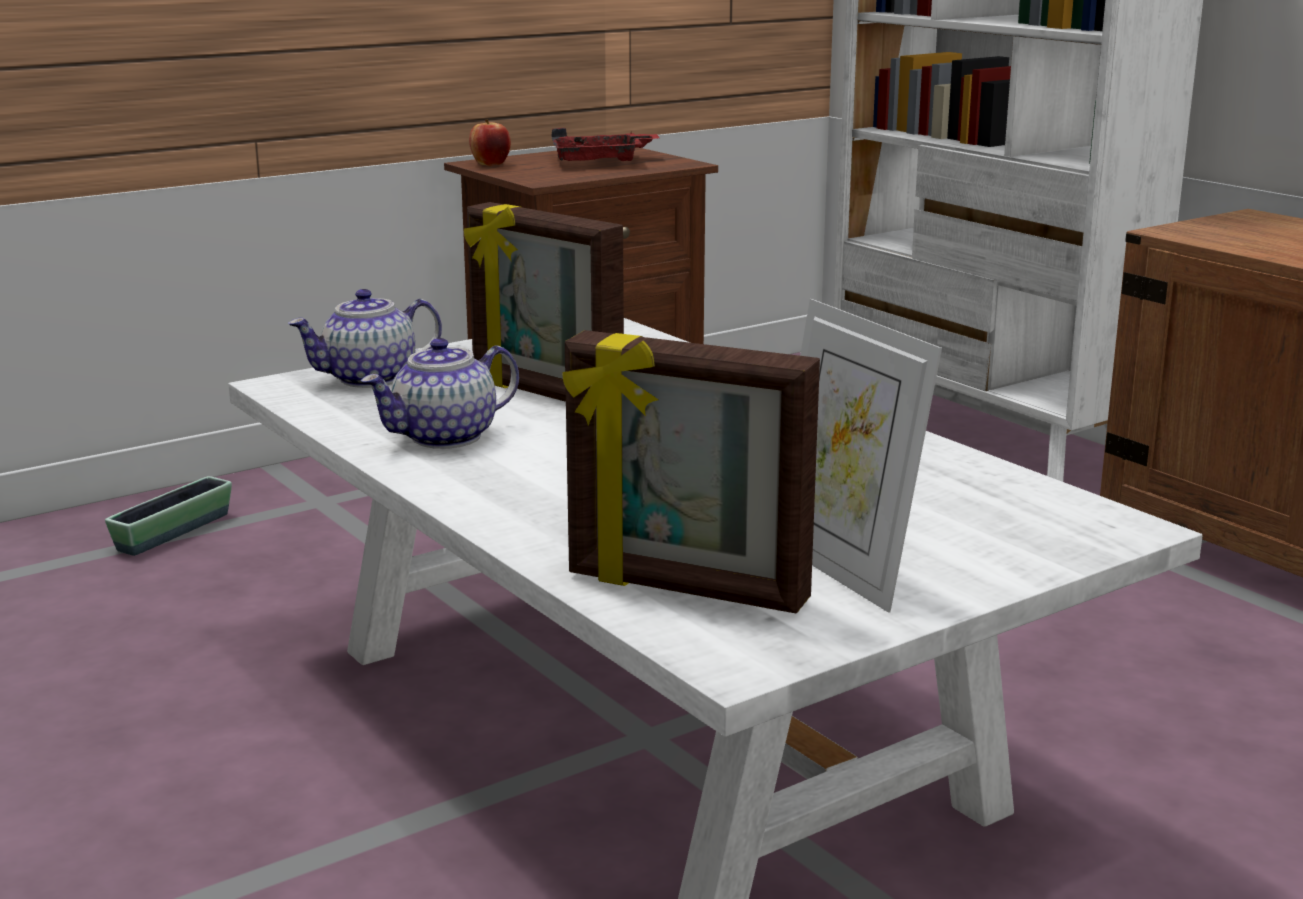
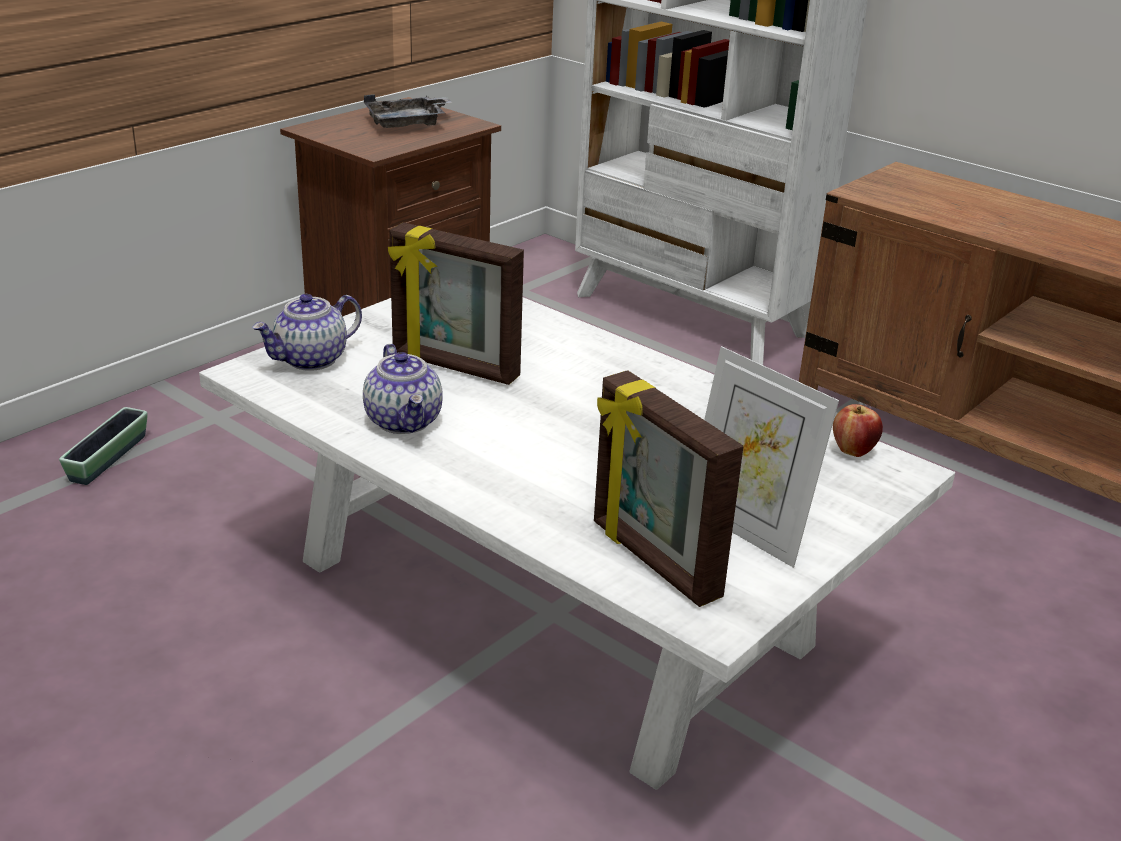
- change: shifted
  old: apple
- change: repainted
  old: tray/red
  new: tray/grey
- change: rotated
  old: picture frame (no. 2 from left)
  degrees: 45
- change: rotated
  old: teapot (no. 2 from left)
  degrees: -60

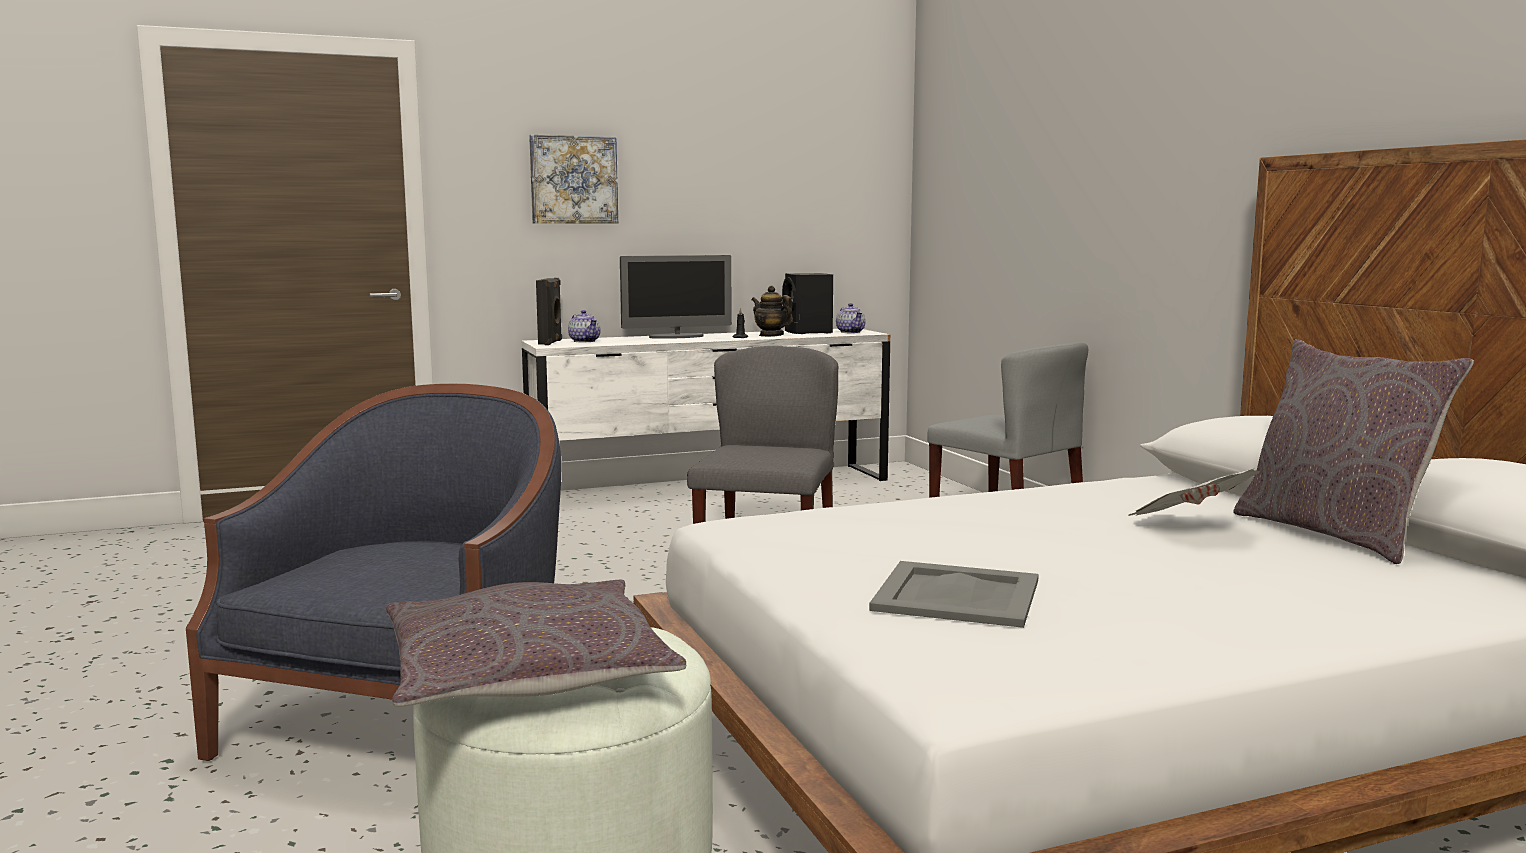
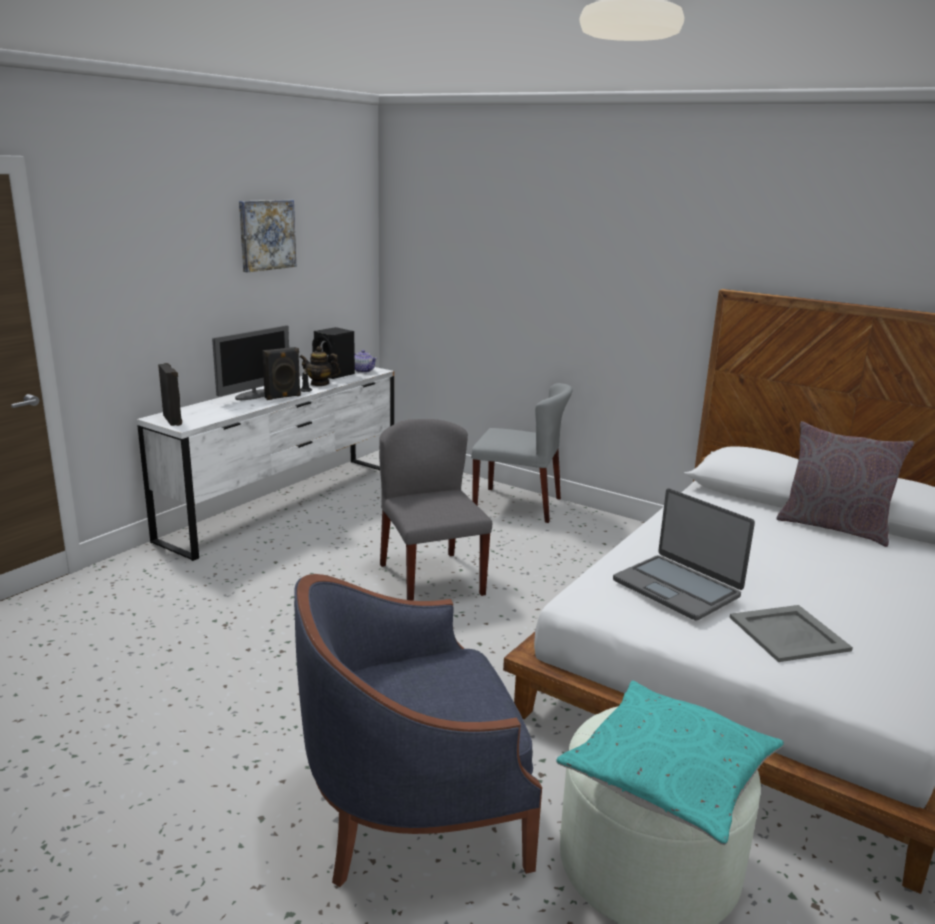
- change: shifted
  old: picture
- change: gone
  old: teapot (no. 1 from left)
- change: rotated
  old: armchair/blue
  degrees: -90
- change: gone
  old: newspaper
- change: repainted
  old: pillow/grey (no. 1 from left)
  new: pillow/turquoise
- change: new
  new: speaker/black (no. 2 from left)
- change: new
  new: laptop

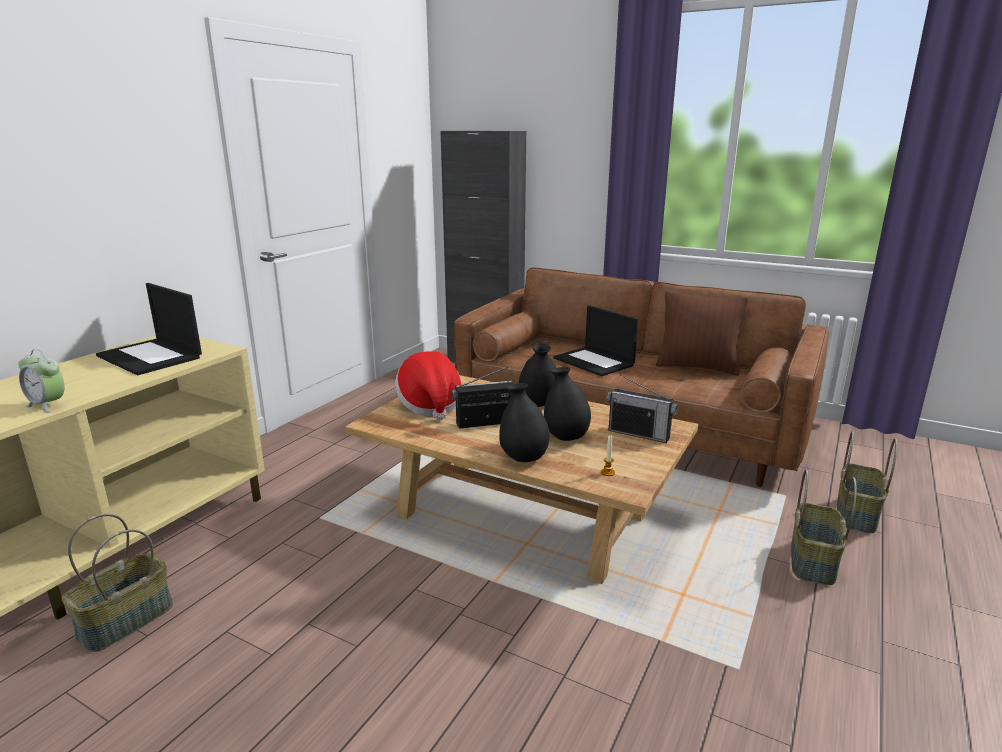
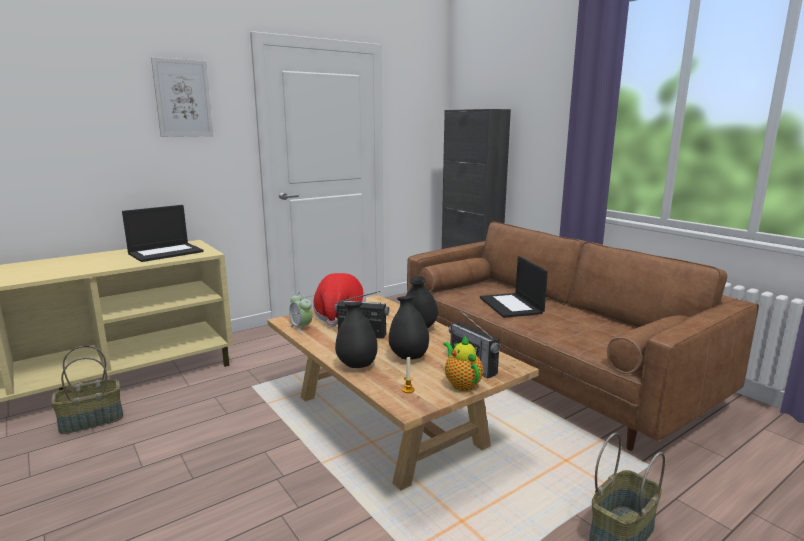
- change: rotated
  old: laptop (no. 1 from left)
  degrees: -105
- change: gone
  old: pillow/brown
- change: shifted
  old: alarm clock
- change: gone
  old: basket (no. 3 from left)
- change: new
  new: picture
- change: new
  new: teapot

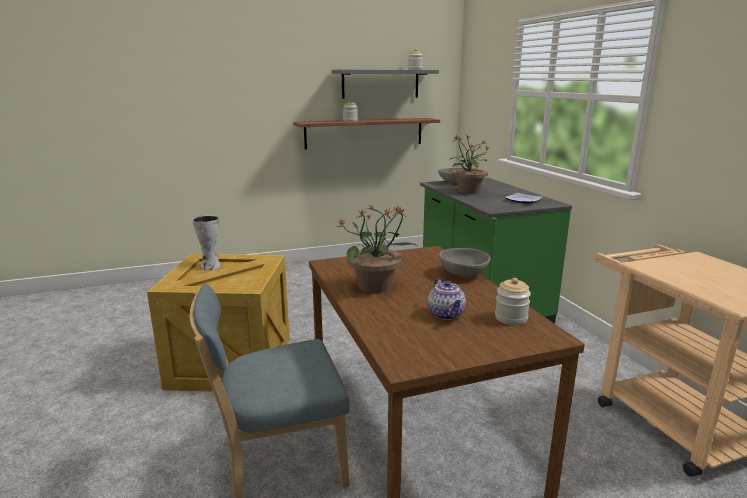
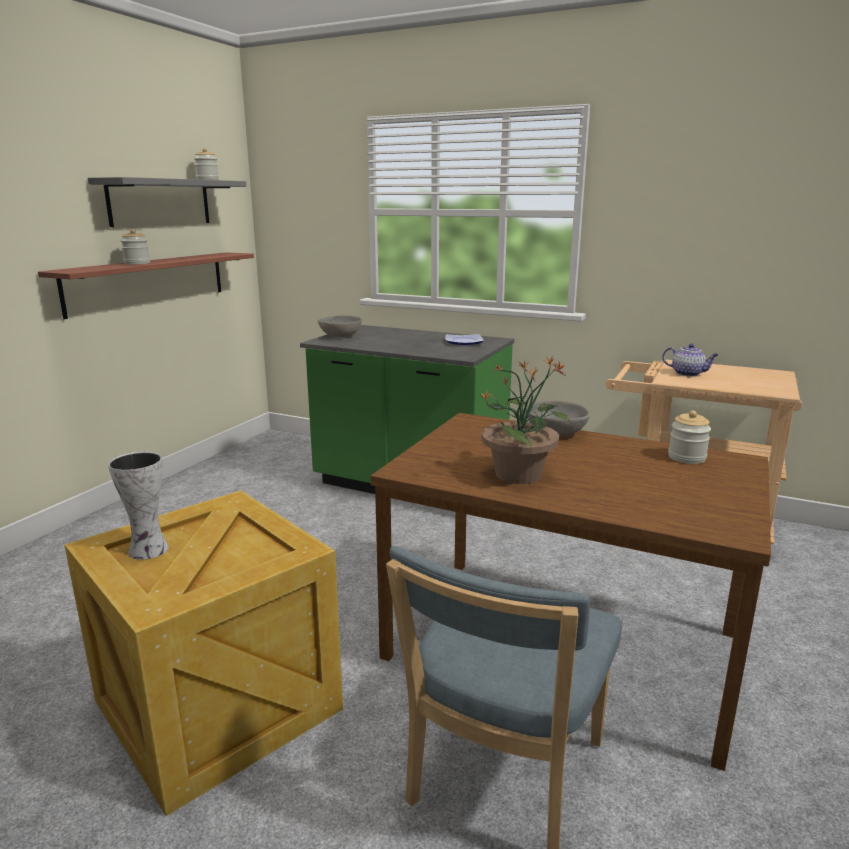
- change: gone
  old: potted plant (no. 2 from left)
- change: shifted
  old: teapot

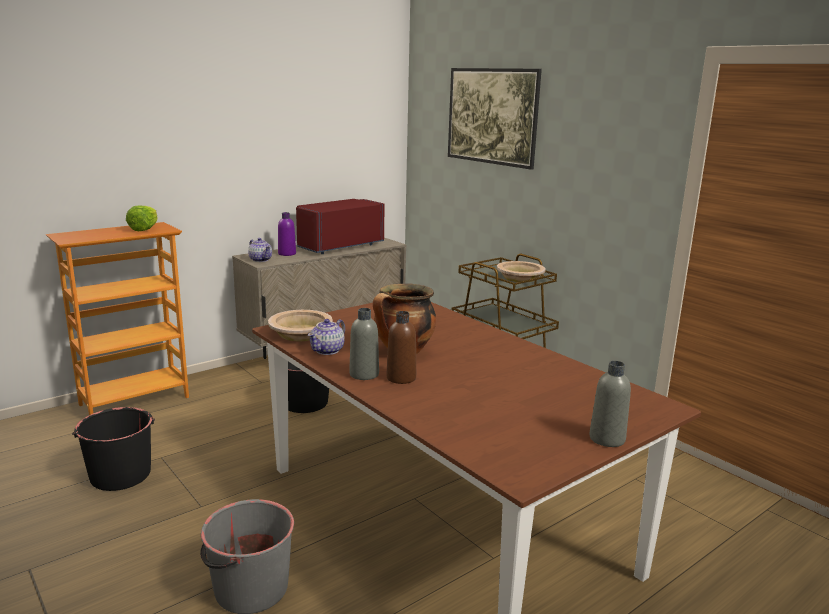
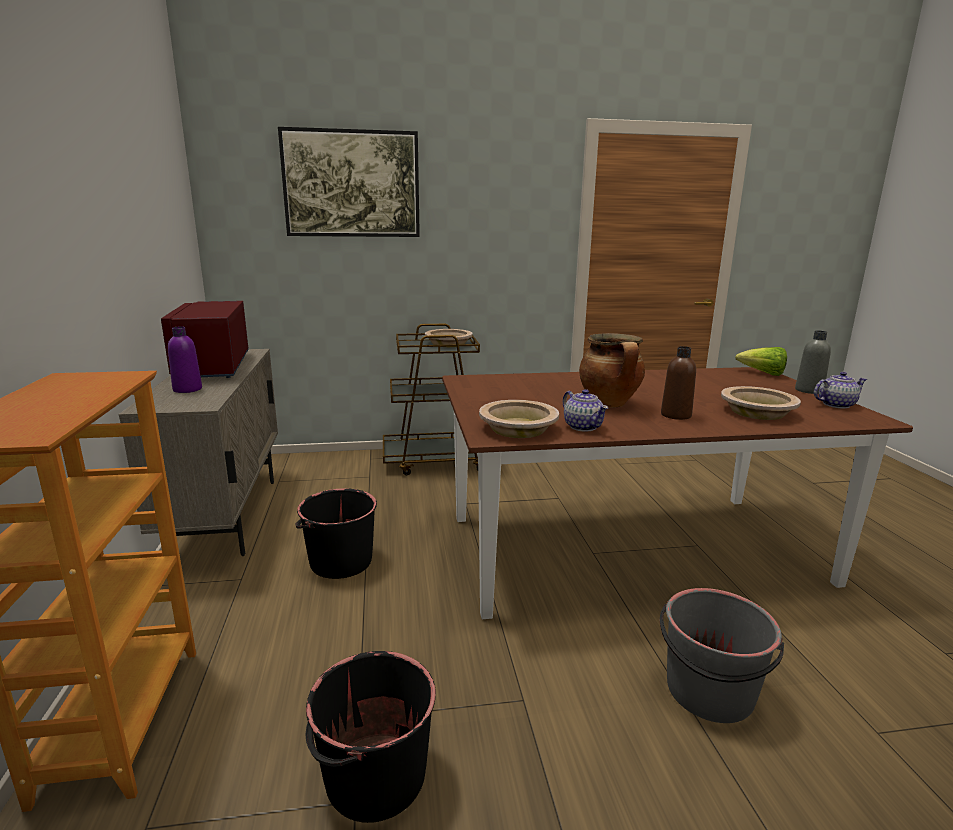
- change: shifted
  old: lettuce
- change: shifted
  old: teapot (no. 1 from left in the first image)
  new: teapot (no. 2 from left)
- change: gone
  old: bottle/grey (no. 1 from left)
- change: new
  new: bowl/beige (no. 3 from left)

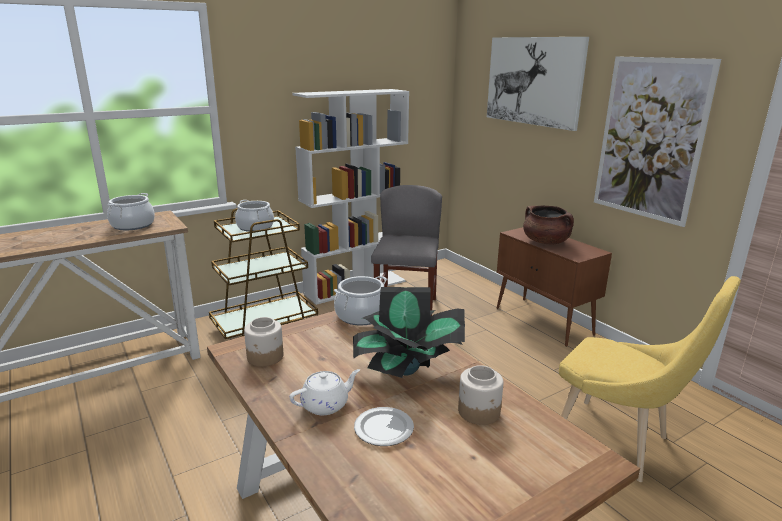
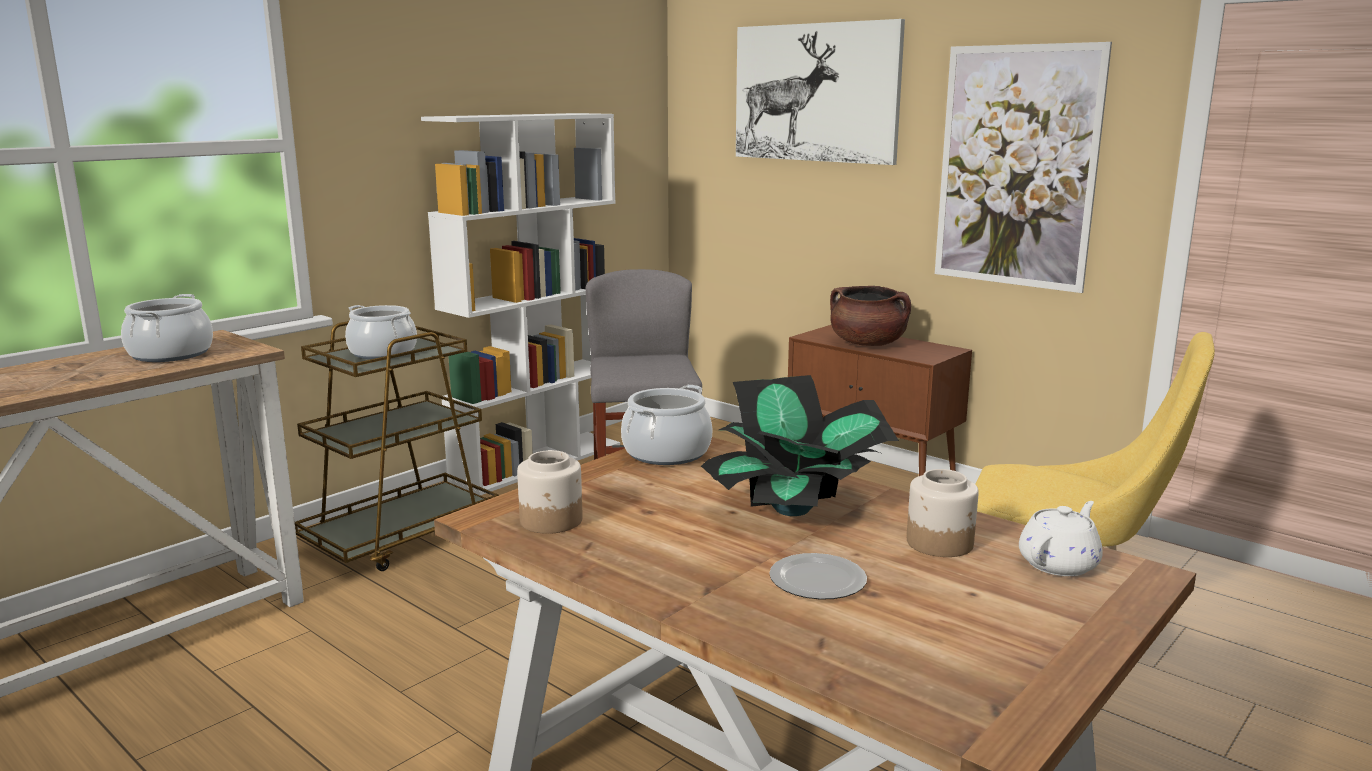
- change: shifted
  old: teapot/white

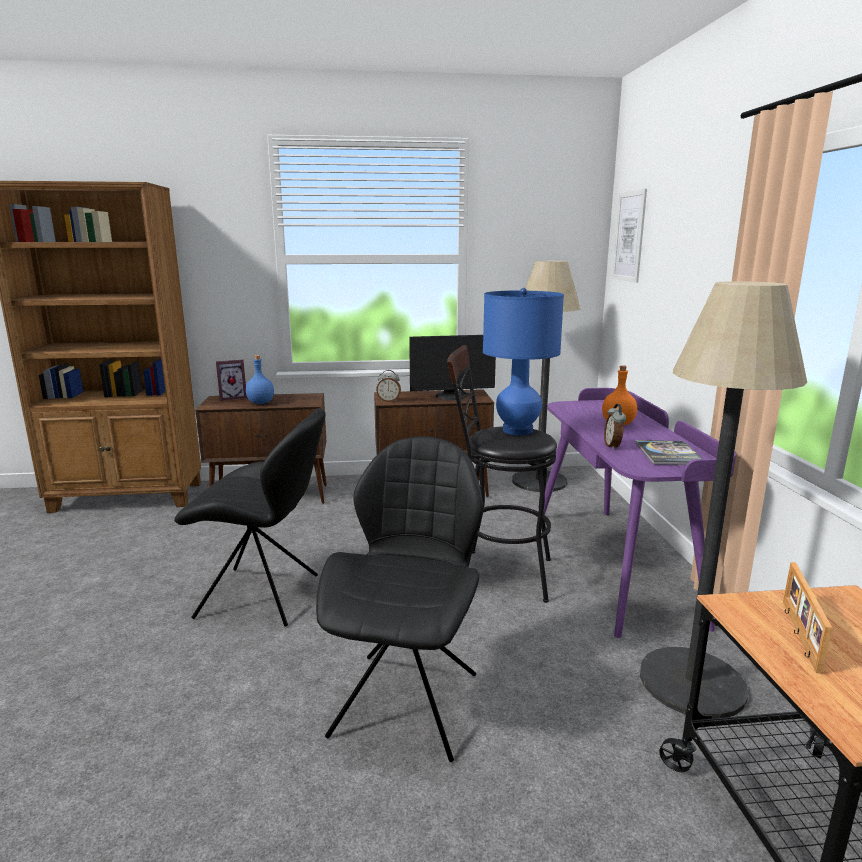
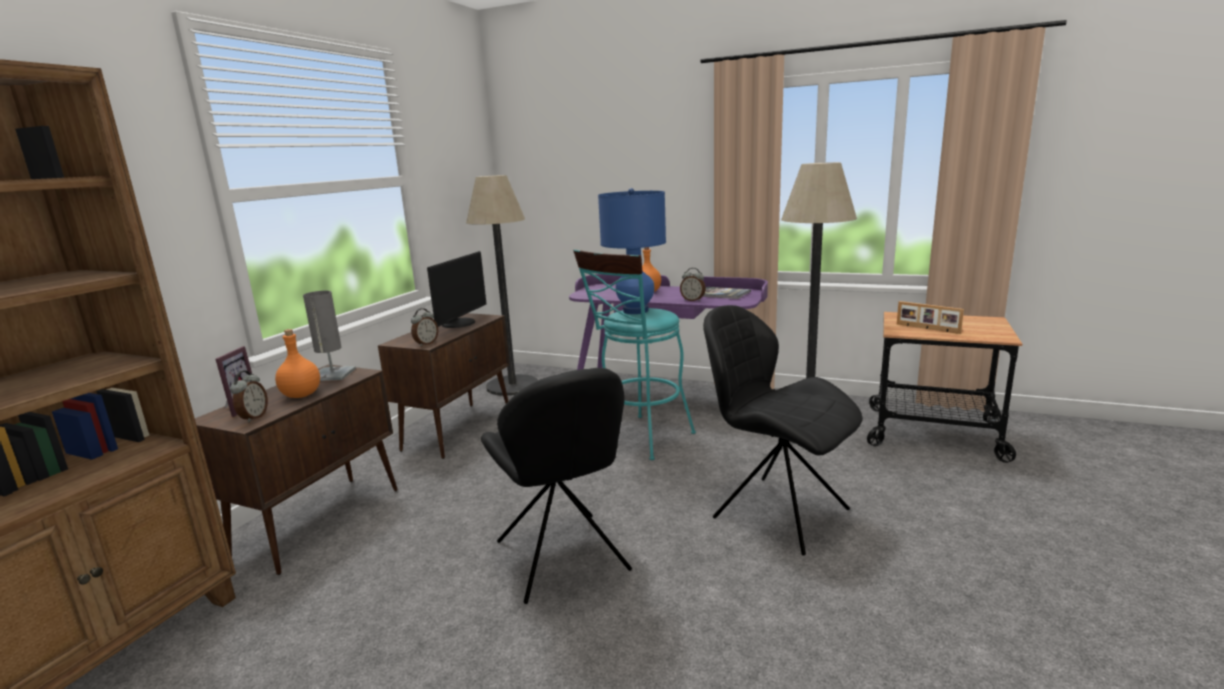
- change: gone
  old: picture
- change: repainted
  old: stool/black
  new: stool/turquoise
- change: repainted
  old: bottle/blue
  new: bottle/orange (no. 1 from left)
- change: rotated
  old: chair/black (no. 1 from left)
  degrees: 120
- change: new
  new: table lamp/grey
- change: new
  new: alarm clock (no. 1 from left)

